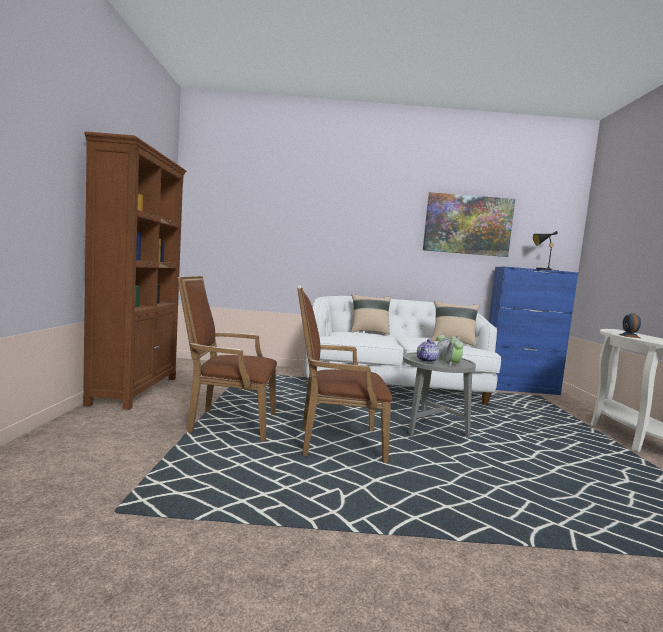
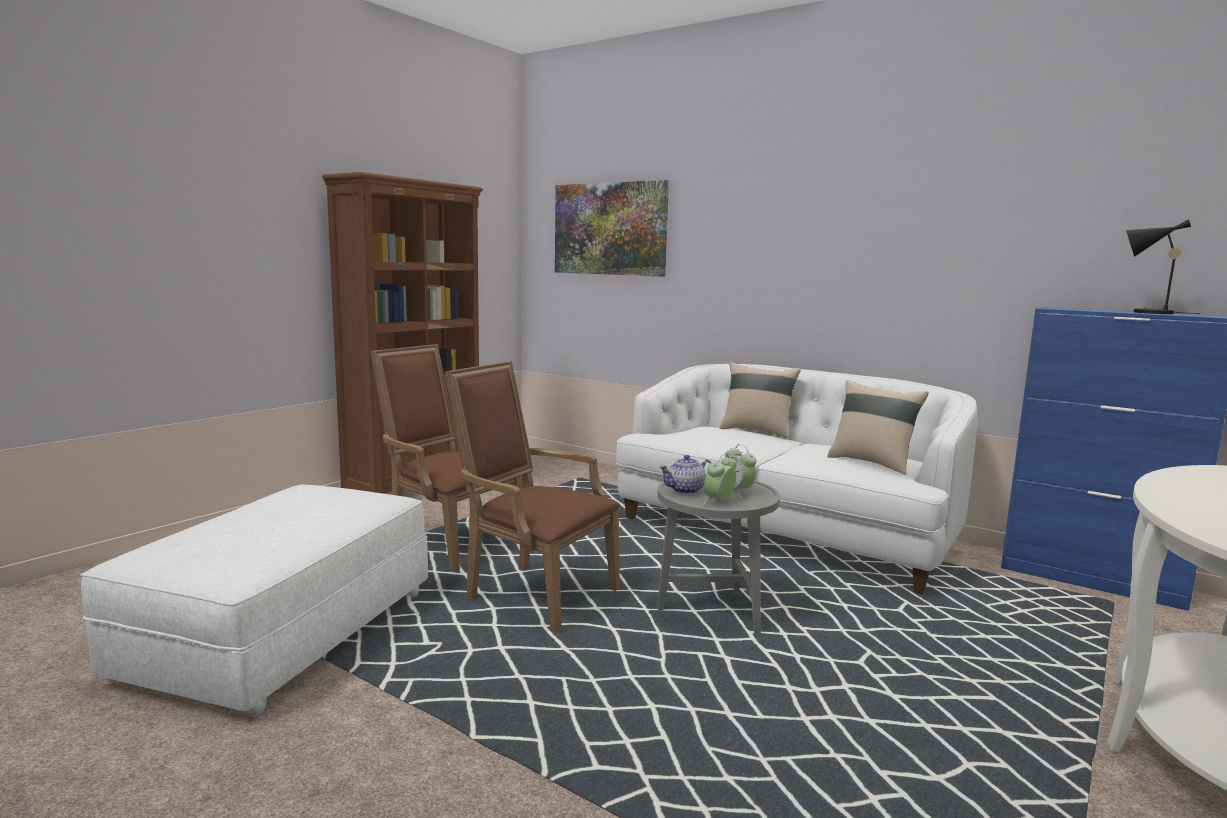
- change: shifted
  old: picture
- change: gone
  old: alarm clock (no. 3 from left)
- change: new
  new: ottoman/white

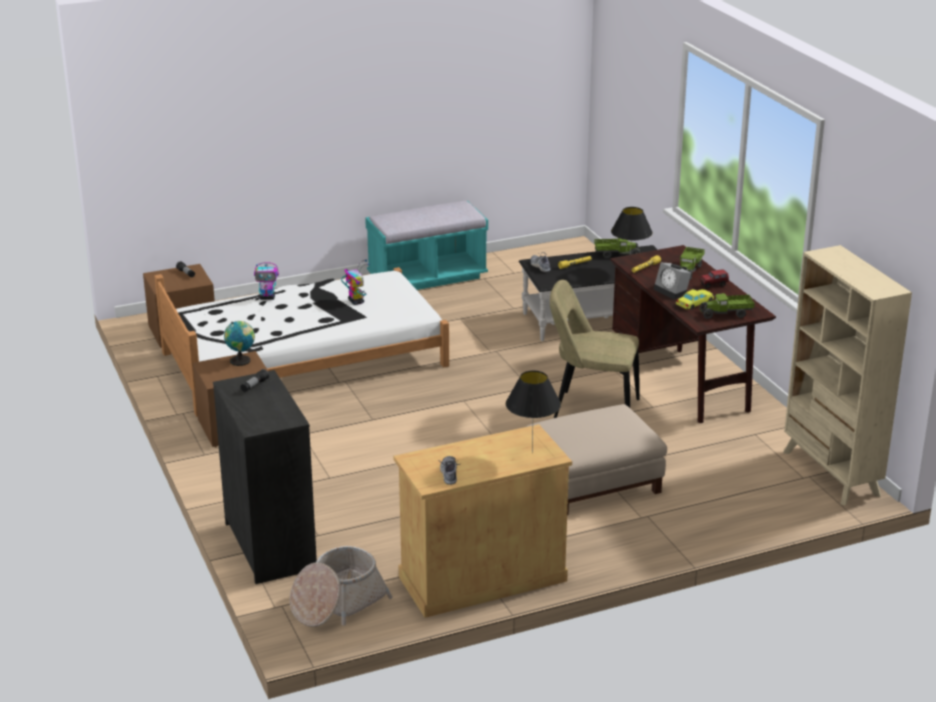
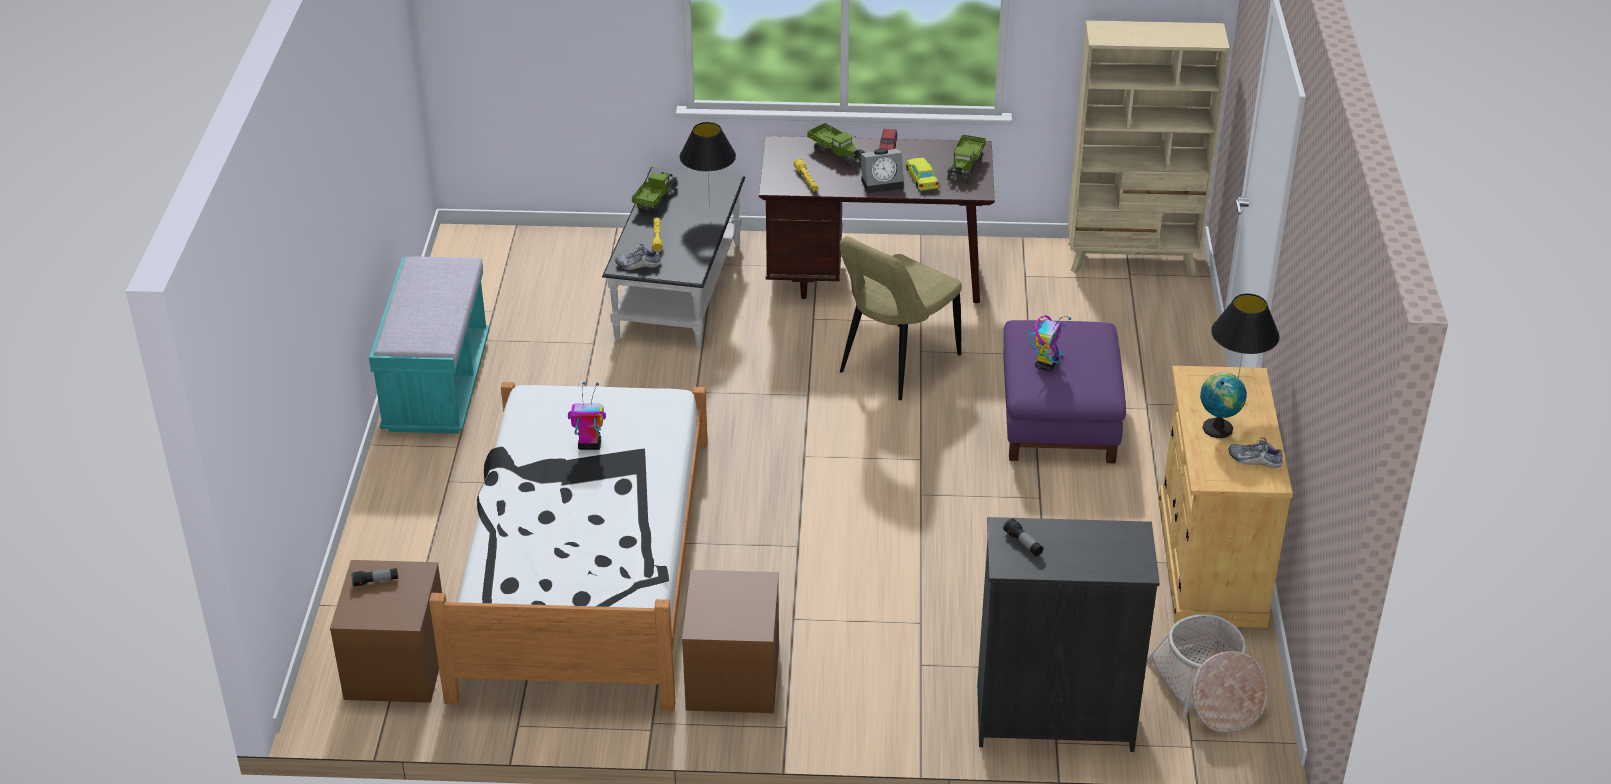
- change: shifted
  old: toy robot (no. 1 from left in the first image)
  new: toy robot (no. 2 from left)
- change: shifted
  old: globe
- change: repainted
  old: ottoman/beige
  new: ottoman/purple

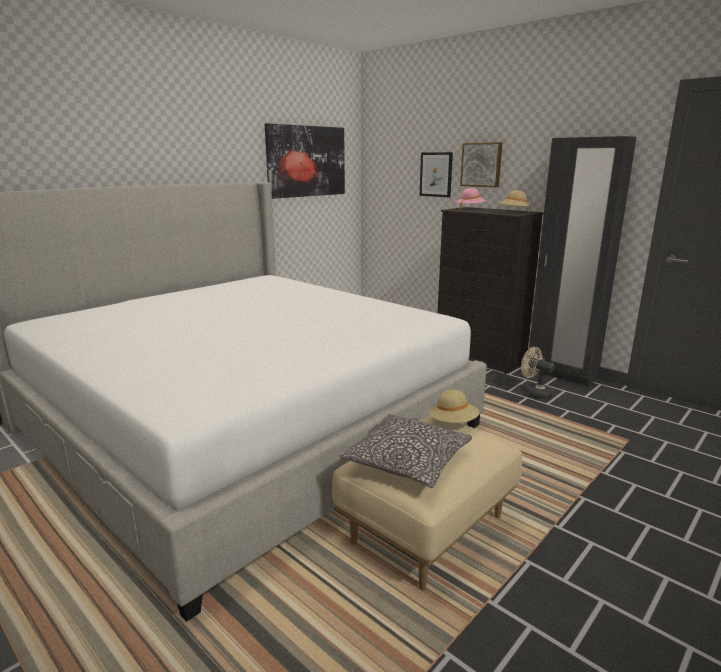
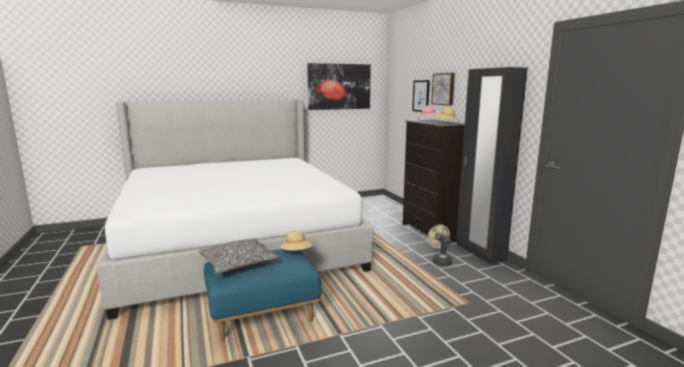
- change: repainted
  old: ottoman/beige
  new: ottoman/blue

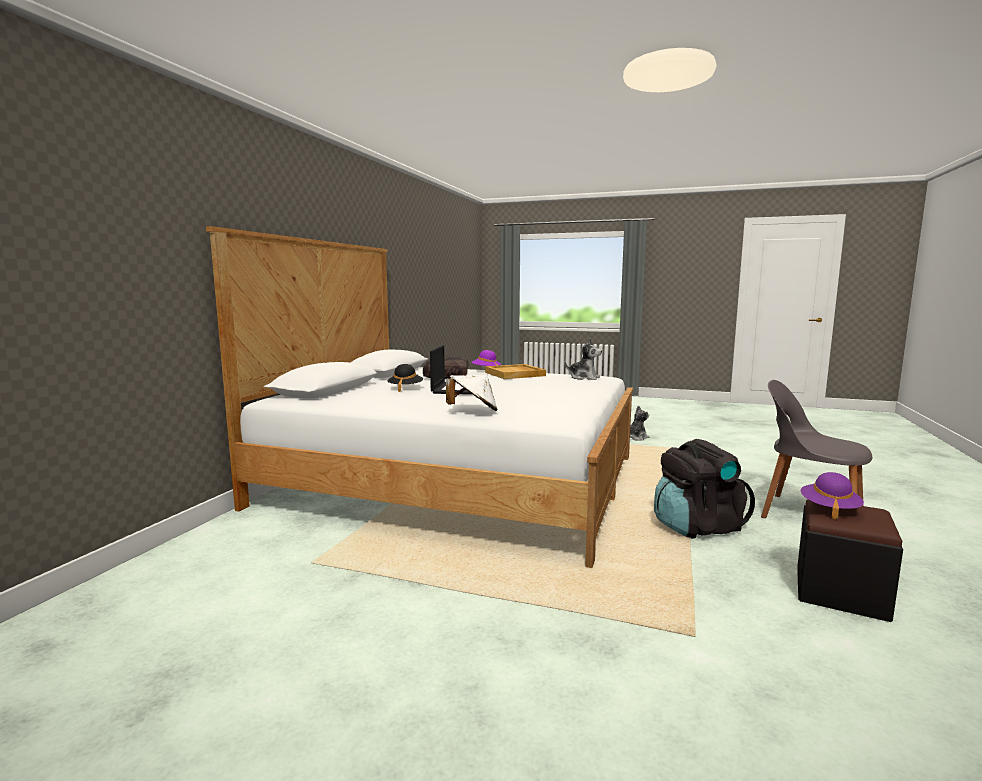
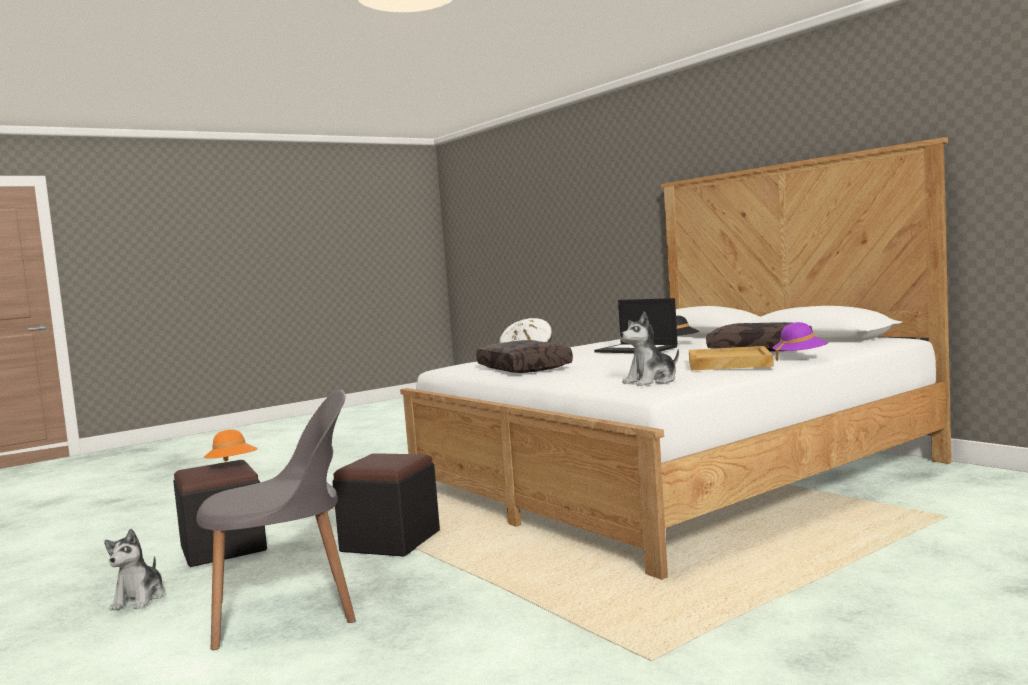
- change: shifted
  old: plush toy (no. 2 from left in the first image)
  new: plush toy (no. 1 from left)
- change: swapped
  old: backpack/black
  new: ottoman/black (no. 2 from left)
- change: repainted
  old: hat/purple (no. 2 from left)
  new: hat/orange
- change: new
  new: pillow/brown (no. 1 from left)

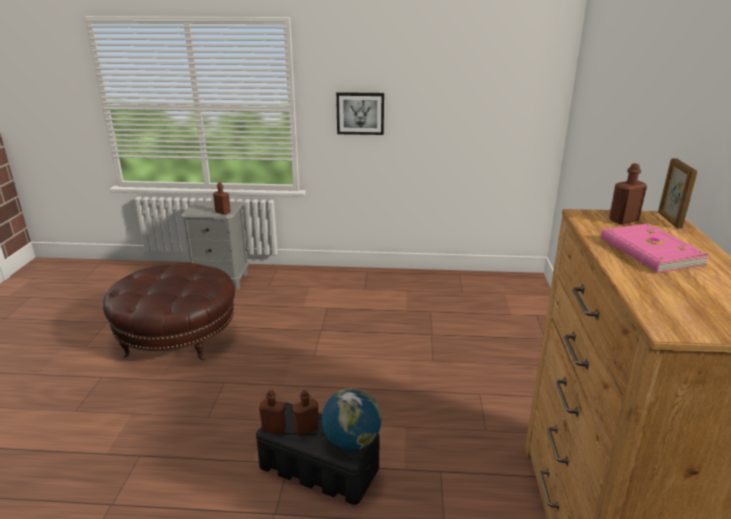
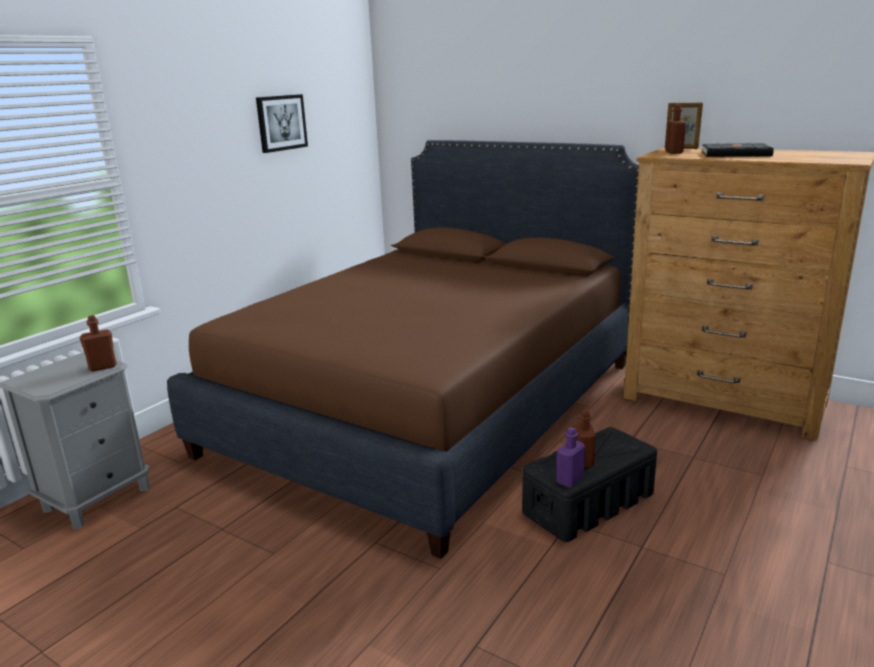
- change: shifted
  old: picture
- change: repainted
  old: book/pink
  new: book/black
- change: gone
  old: ottoman/brown
- change: gone
  old: globe
- change: repainted
  old: bottle/brown (no. 2 from left)
  new: bottle/purple
- change: new
  new: bed/brown

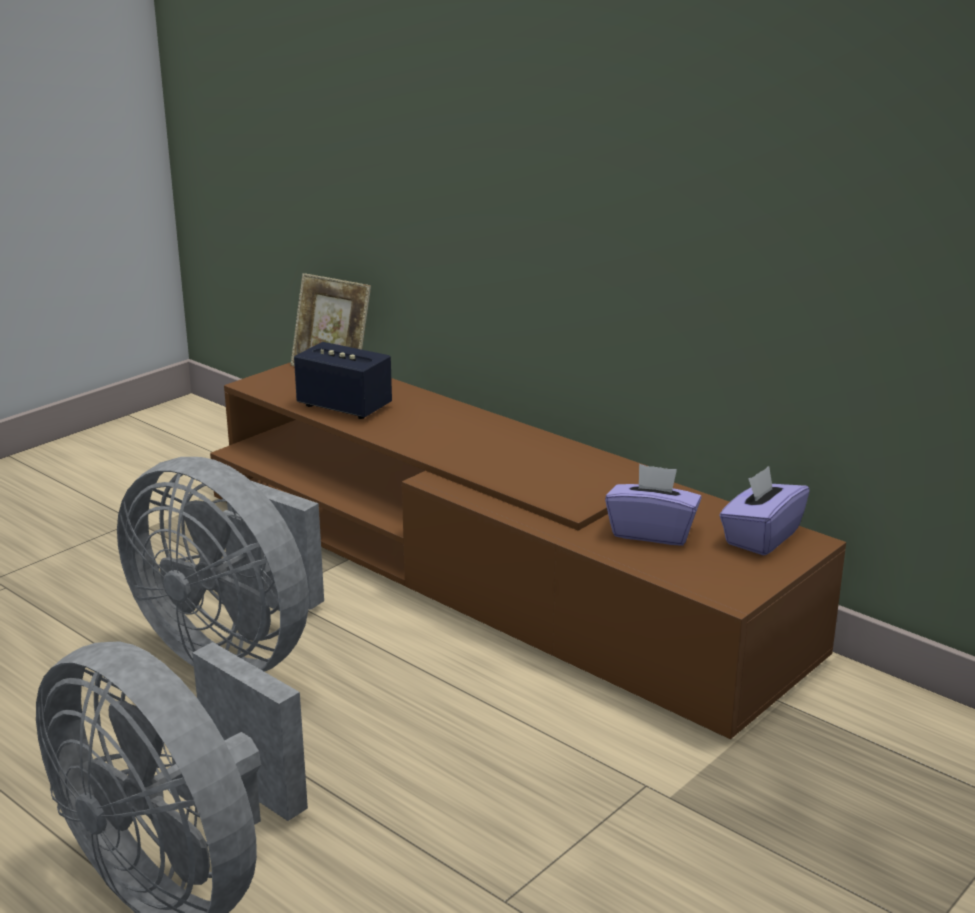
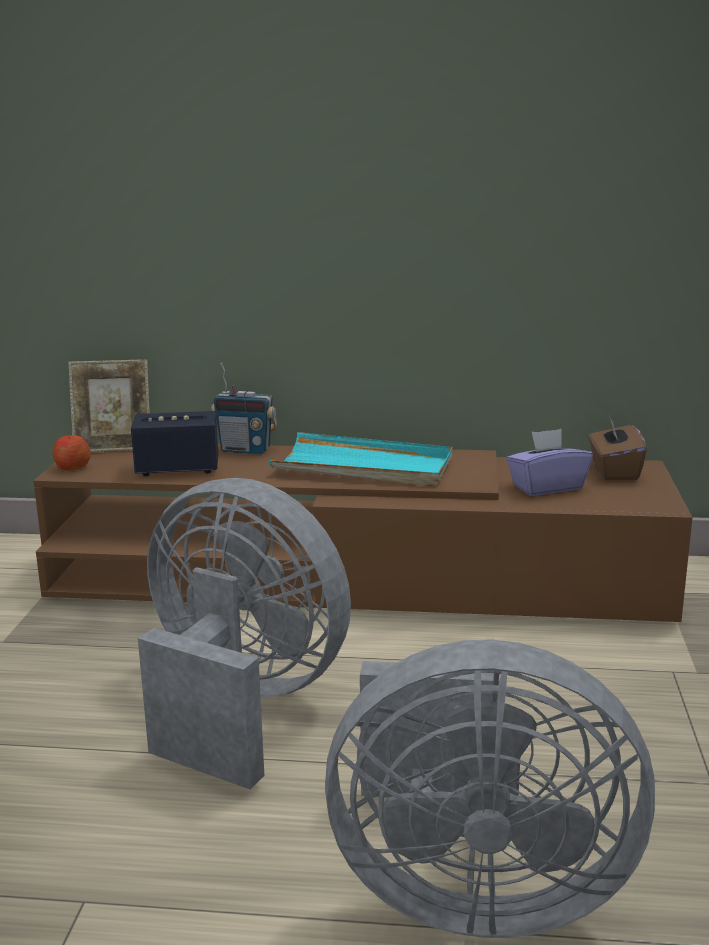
- change: rotated
  old: fan/grey (no. 2 from left in the first image)
  degrees: -150
- change: repainted
  old: tissue box/purple (no. 2 from left)
  new: tissue box/brown
- change: new
  new: radio
- change: new
  new: apple
- change: new
  new: tray/turquoise

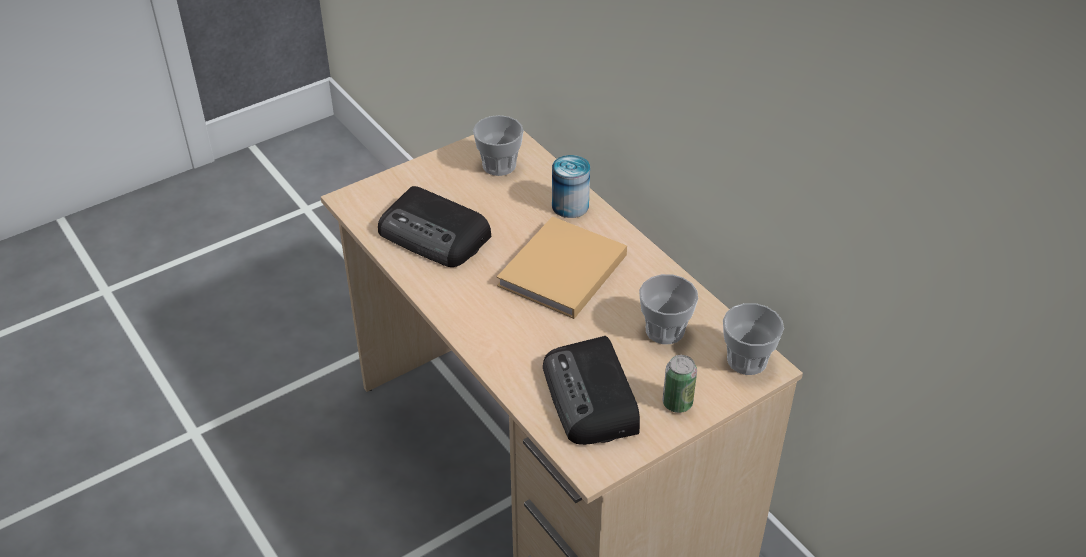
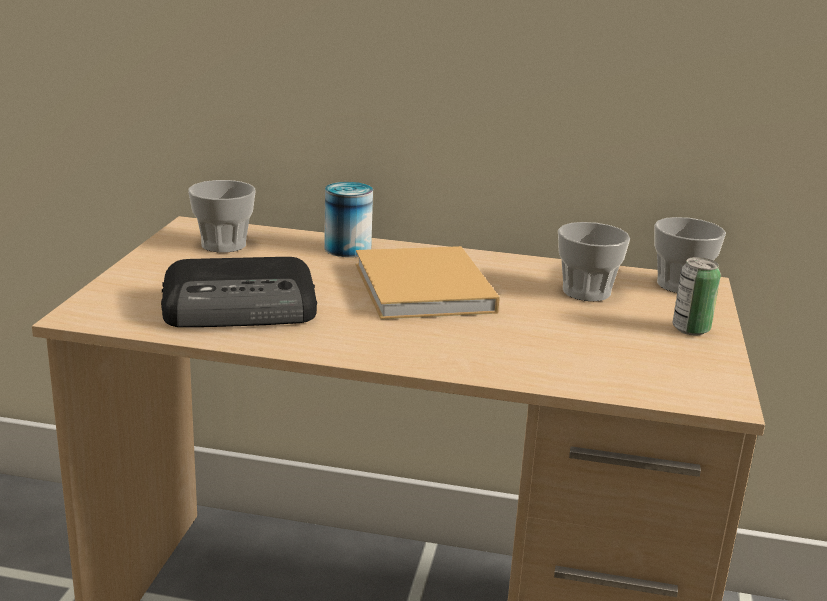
- change: gone
  old: radio (no. 2 from left)

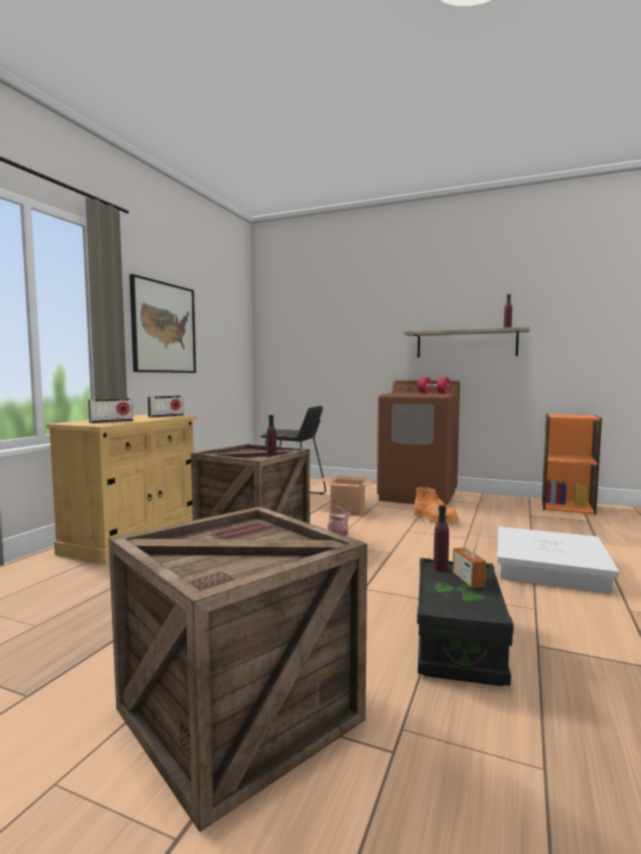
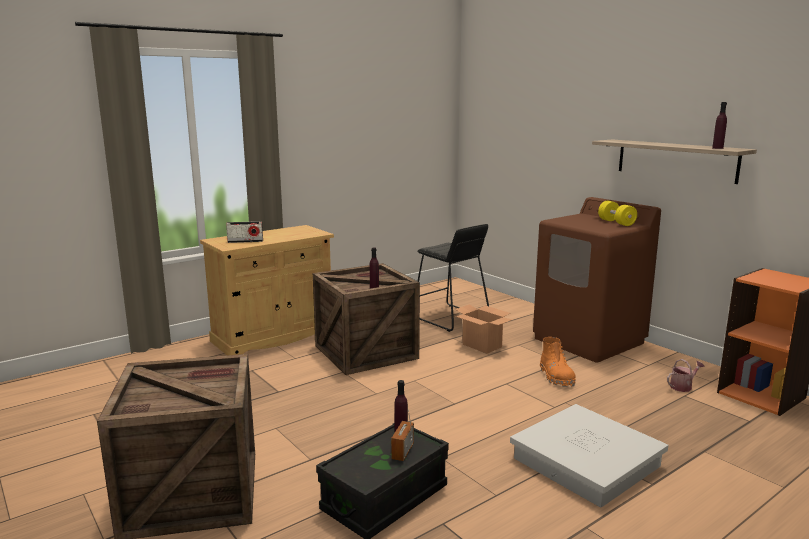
- change: gone
  old: picture
- change: repainted
  old: dumbbell/red
  new: dumbbell/yellow
- change: gone
  old: radio (no. 2 from left)
- change: shifted
  old: watering can

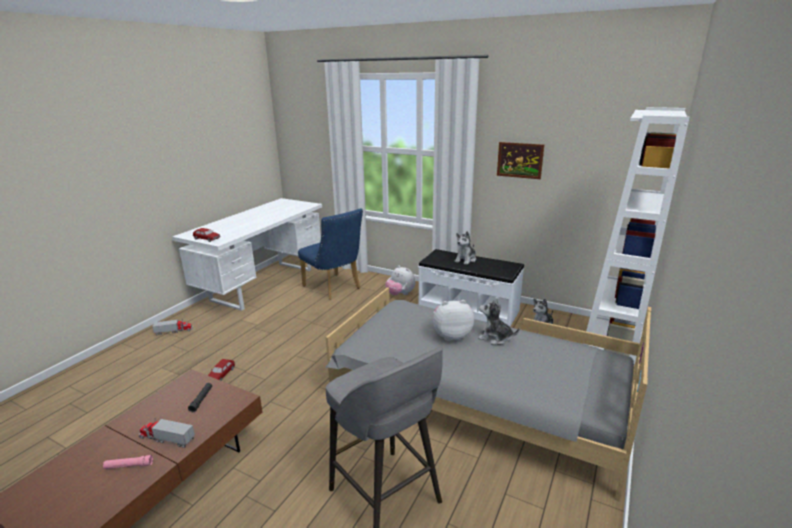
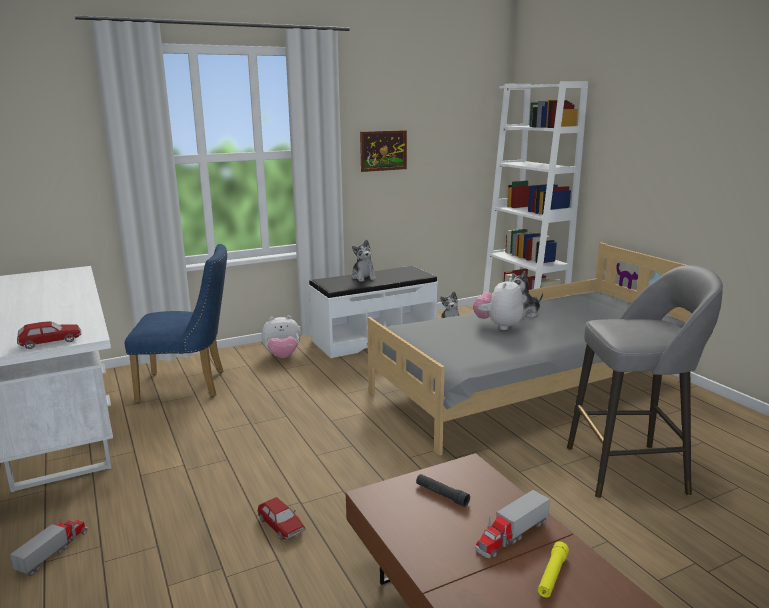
- change: repainted
  old: flashlight/pink
  new: flashlight/yellow

